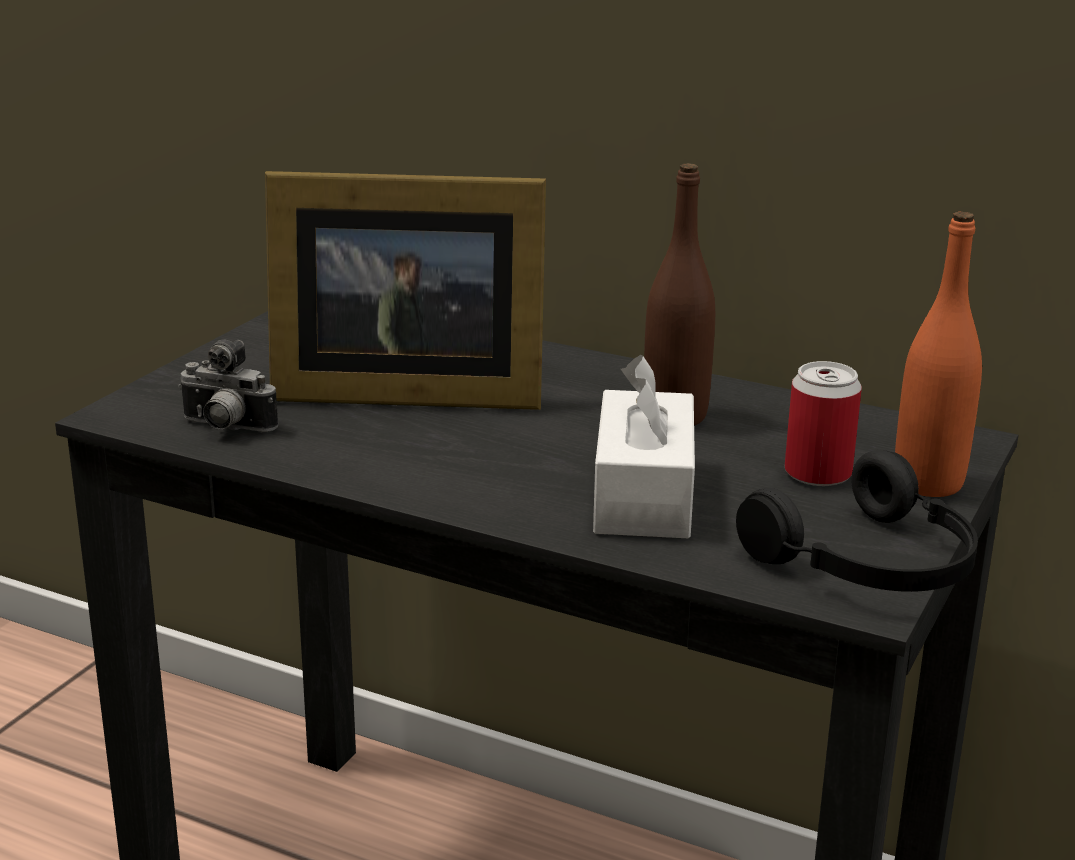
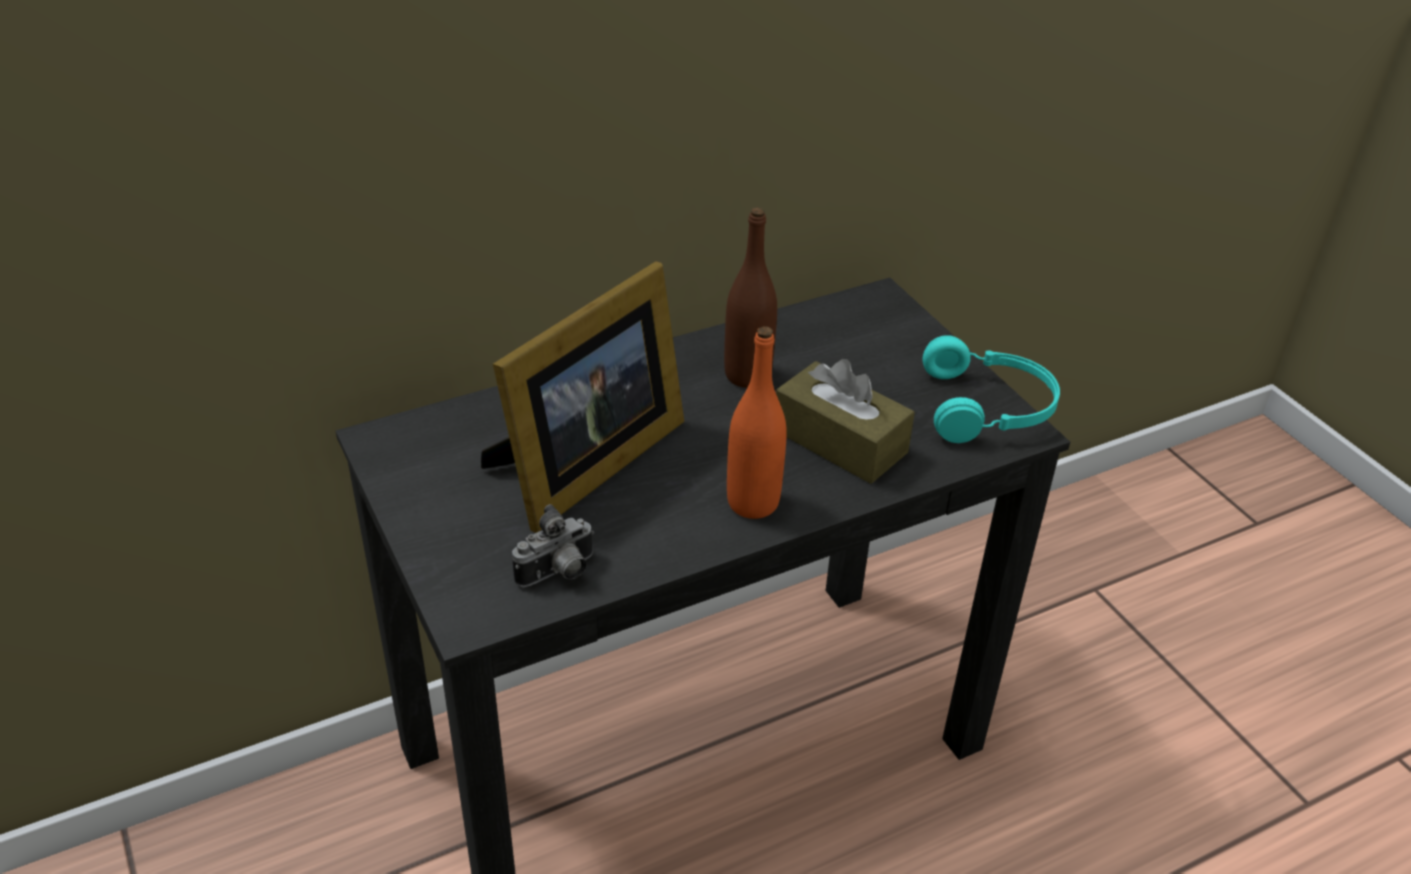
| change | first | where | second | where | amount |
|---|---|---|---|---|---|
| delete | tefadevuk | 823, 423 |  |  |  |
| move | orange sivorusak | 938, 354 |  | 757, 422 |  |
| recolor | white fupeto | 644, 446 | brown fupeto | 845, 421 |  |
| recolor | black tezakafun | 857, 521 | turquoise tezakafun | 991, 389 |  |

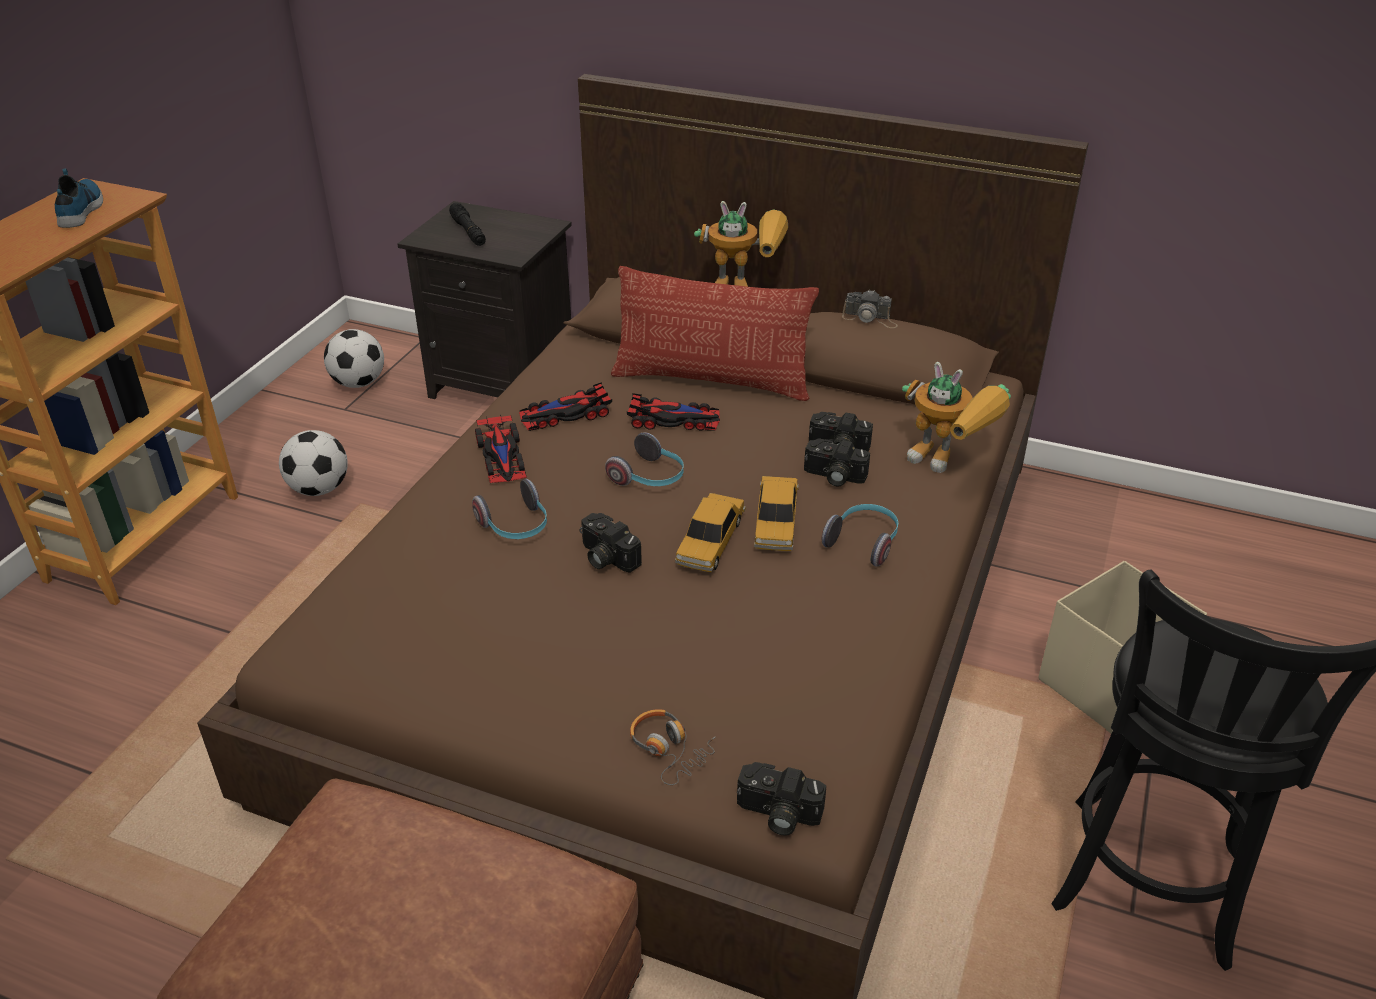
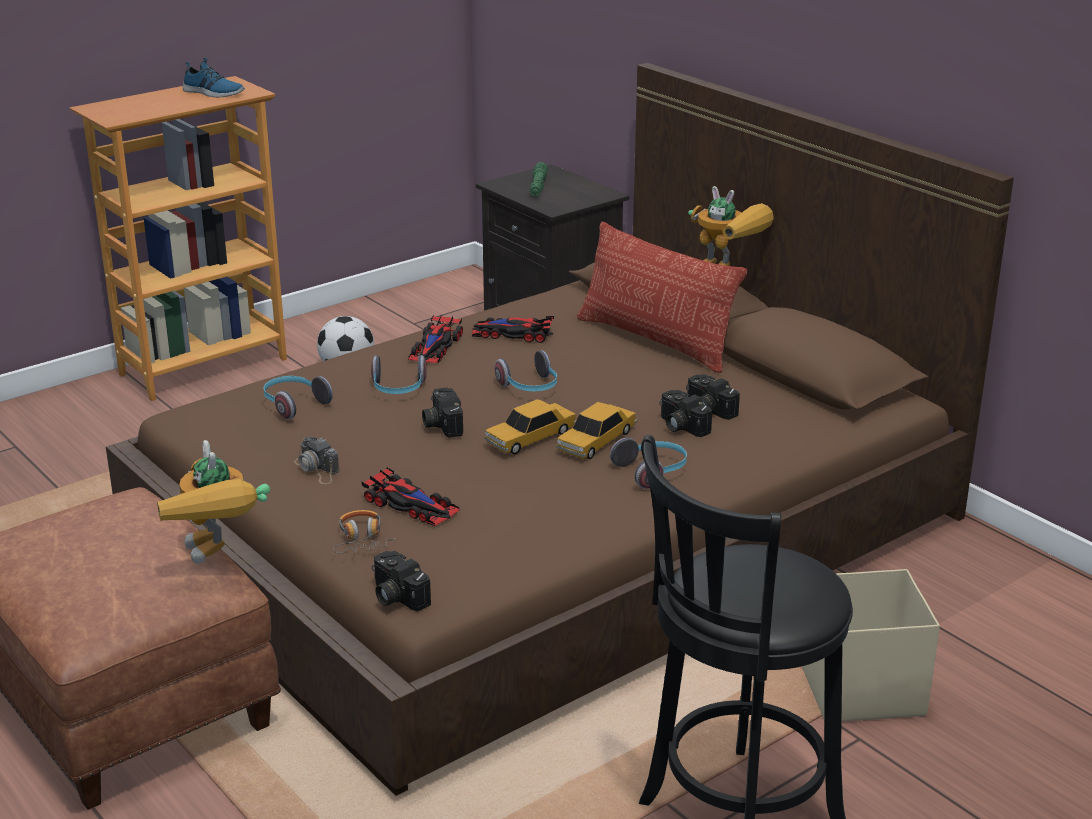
| change | first | where | second | where | amount |
|---|---|---|---|---|---|
| delete | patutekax | 354, 358 |  |  |  |
| insert |  |  | tezakafun | 298, 398 |  |
| move | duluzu | 673, 412 |  | 410, 496 |  |
| move | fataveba | 870, 308 |  | 316, 460 |  |
| move | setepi | 956, 417 |  | 213, 502 |  |
| recolor | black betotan | 467, 224 | green betotan | 539, 179 |  |
| rotate | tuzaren | 79, 198 |  | 214, 77 | 90 degrees clockwise |

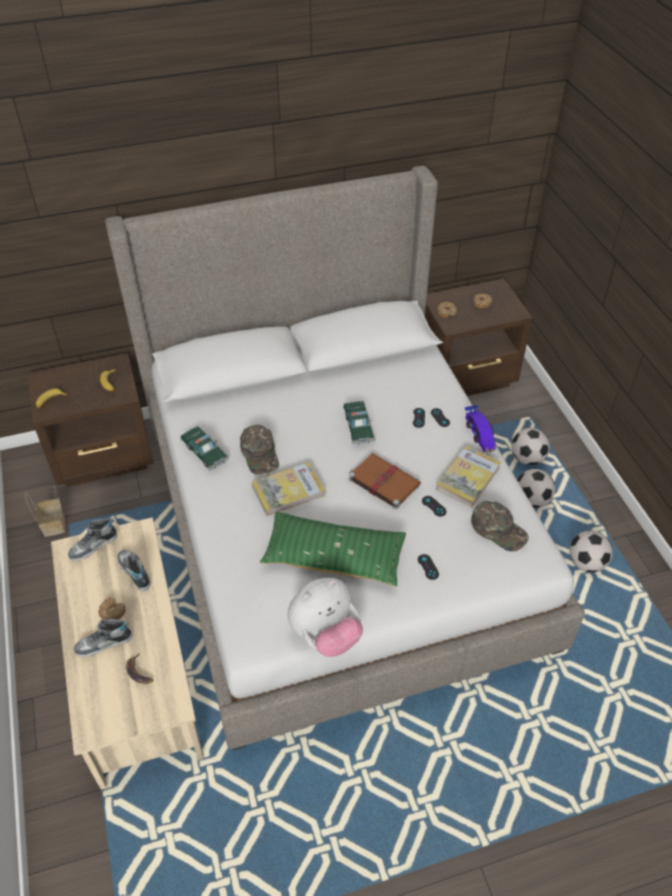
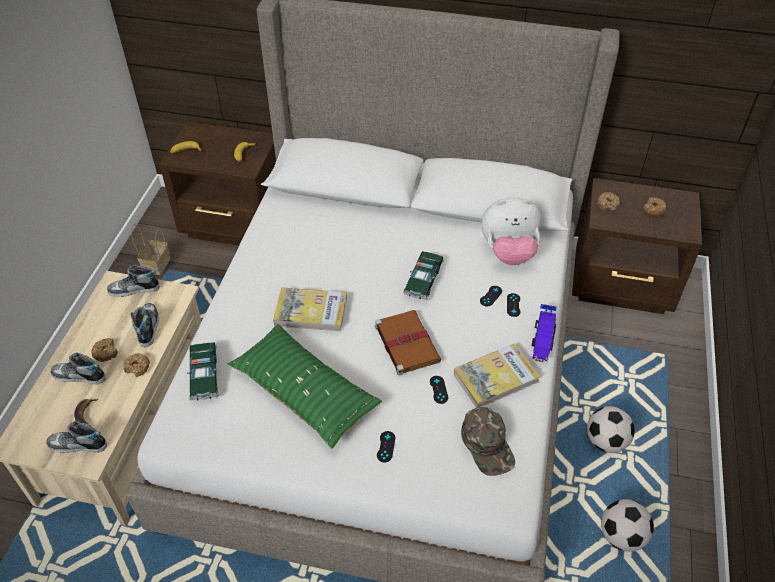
| change | first | where | second | where | amount |
|---|---|---|---|---|---|
| delete | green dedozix | 259, 449 |  |  |  |
| delete | patutekax | 531, 446 |  |  |  |
| insert |  |  | tuzaren | 76, 437 |  |
| insert |  |  | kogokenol | 136, 365 |  |
| move | duluzu | 204, 448 |  | 203, 371 |  |
| move | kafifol | 325, 617 |  | 511, 230 |  |

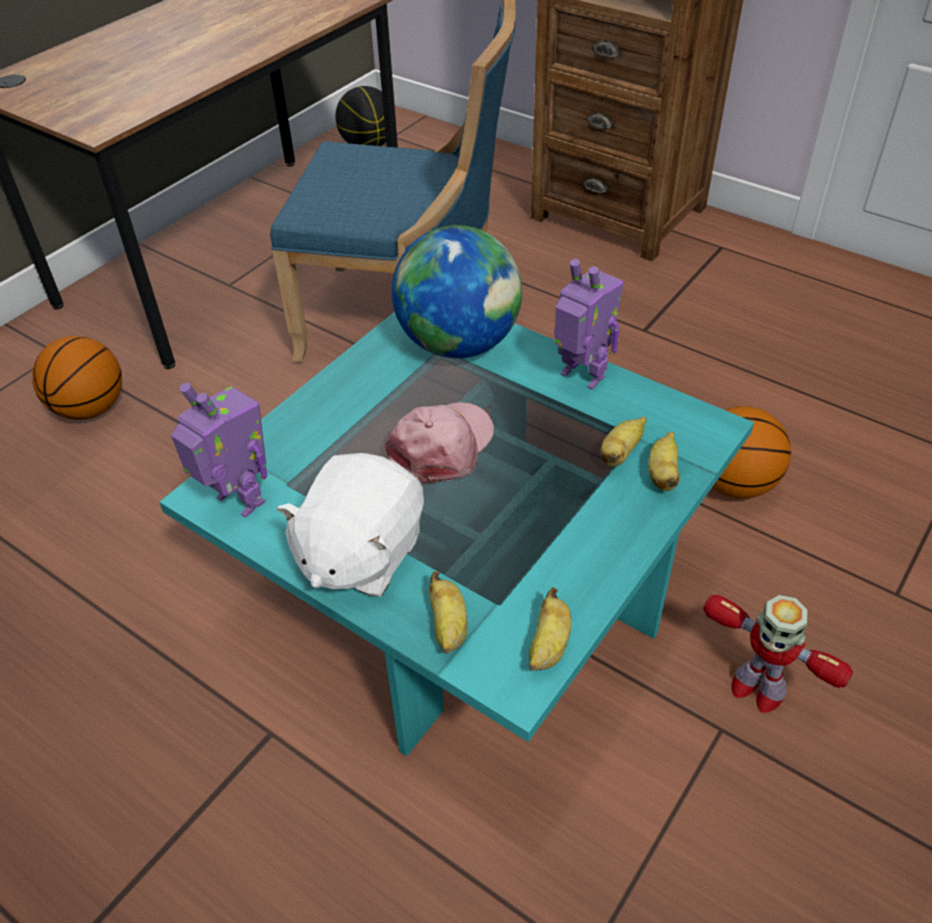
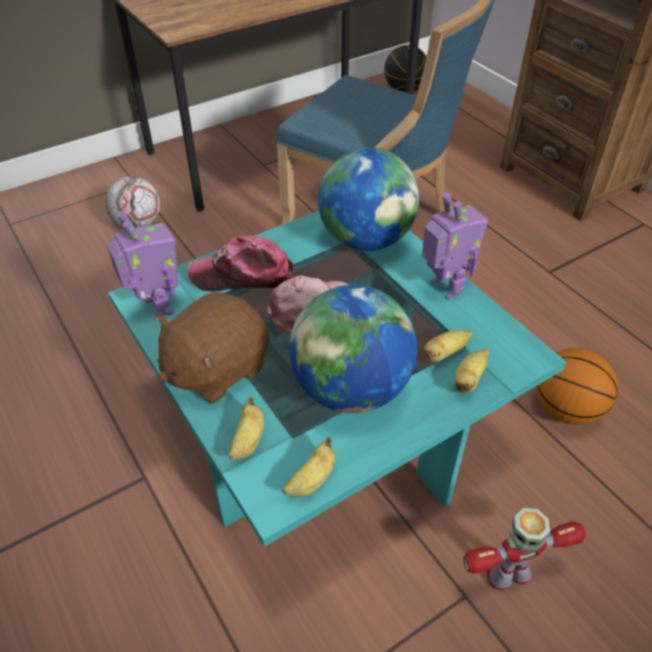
| change | first | where | second | where | amount |
|---|---|---|---|---|---|
| insert |  |  | dedozix | 240, 263 |  |
| insert |  |  | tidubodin | 353, 349 |  |
| replace | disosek | 77, 378 | patutekax | 132, 202 |  |
| recolor | white kafifol | 350, 525 | brown kafifol | 212, 348 |  |
| rotate | setepi | 778, 654 |  | 524, 549 | 105 degrees clockwise |

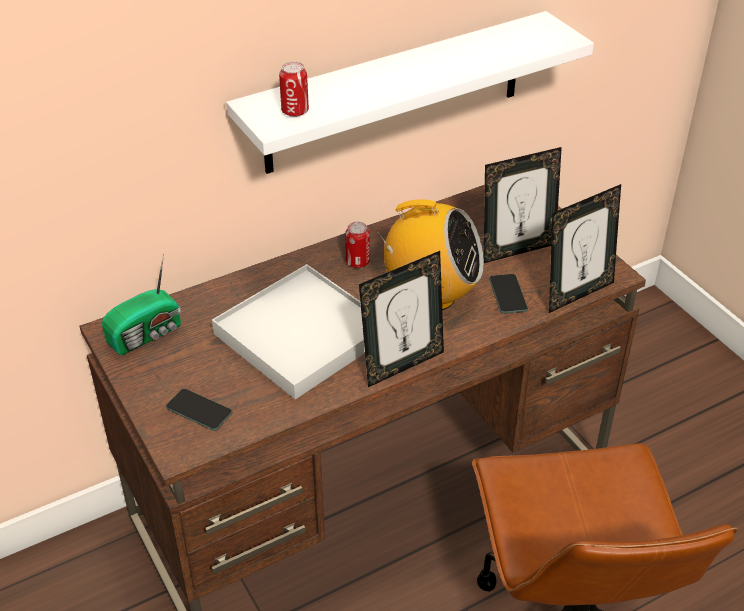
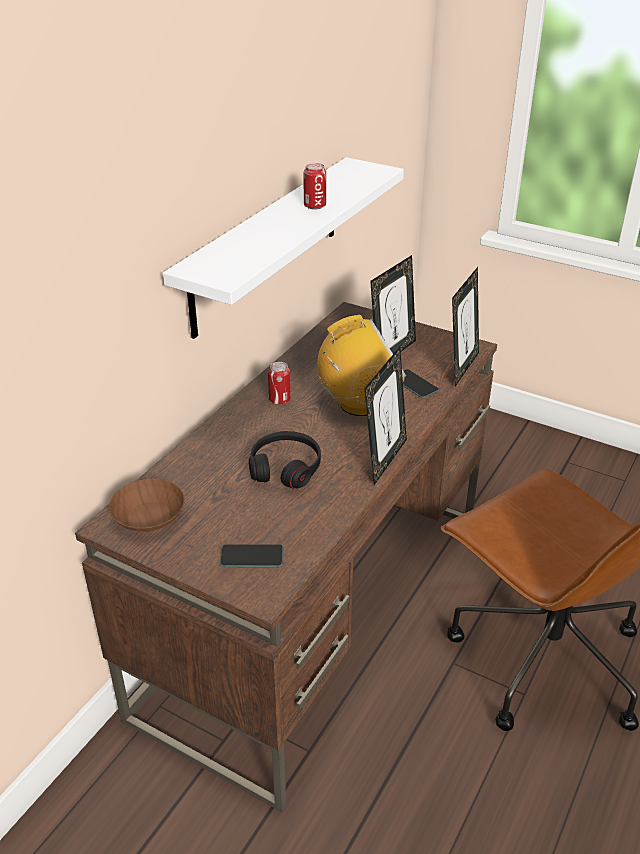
| change | first | where | second | where | amount |
|---|---|---|---|---|---|
| move | tefadevuk | 294, 89 |  | 315, 186 |  |
| replace | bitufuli | 141, 304 | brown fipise | 147, 505 |  |
| replace | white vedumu | 288, 331 | black tezakafun | 285, 459 |  |

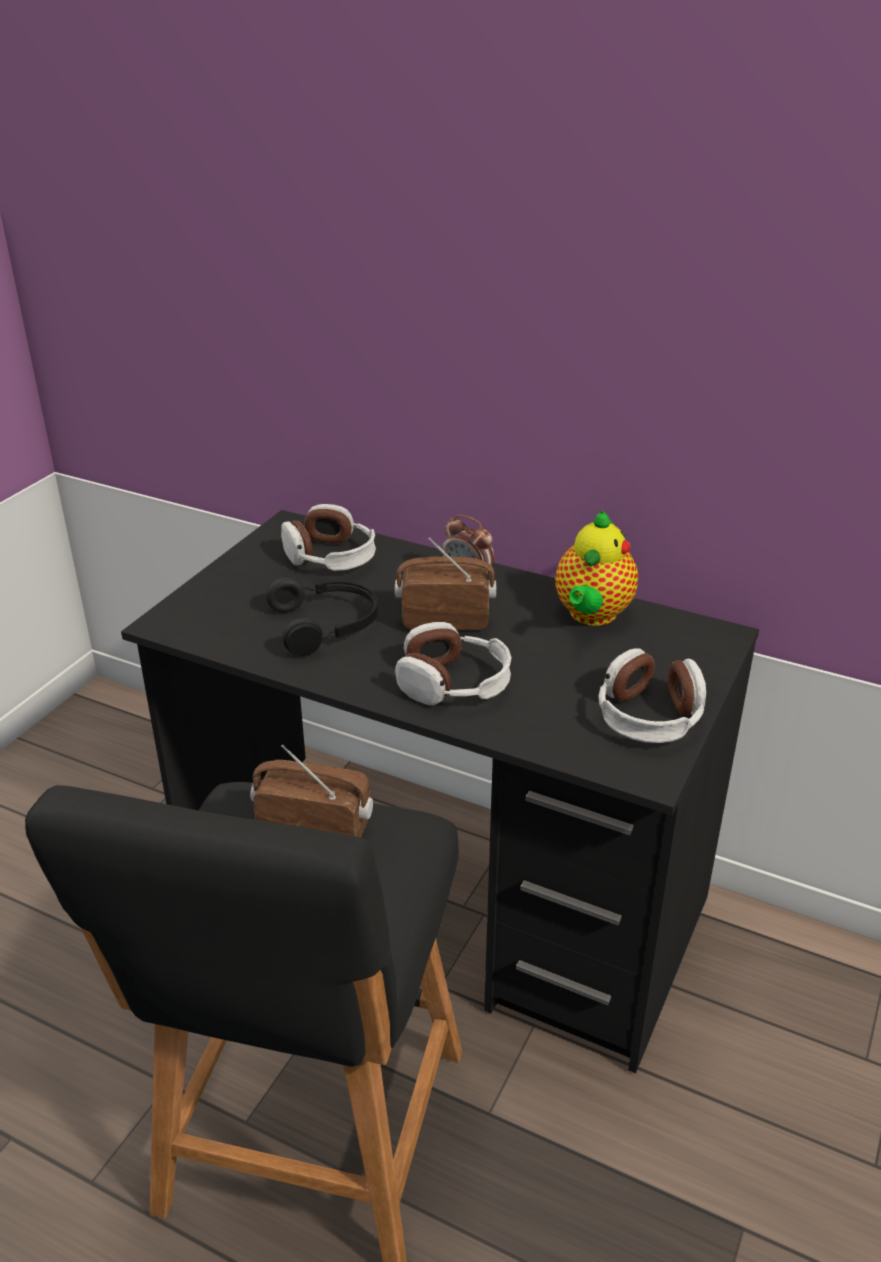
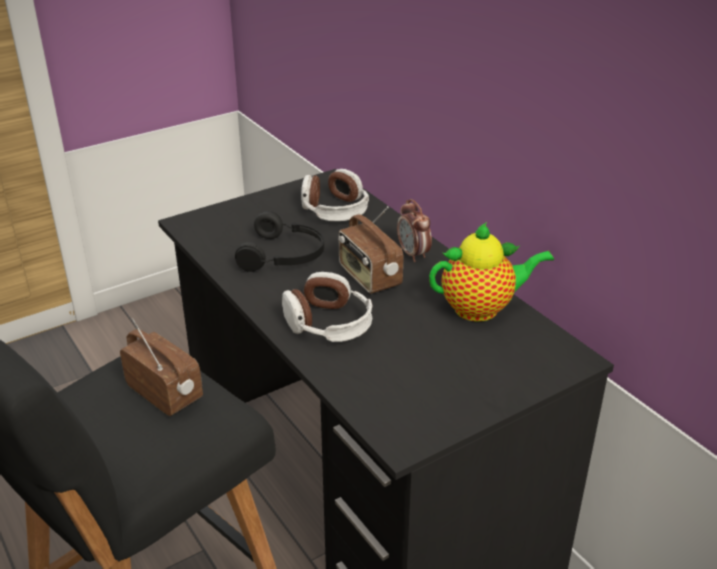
| change | first | where | second | where | amount |
|---|---|---|---|---|---|
| delete | tezakafun | 652, 695 |  |  |  |
| rotate | bitufuli | 445, 584 |  | 371, 250 | 150 degrees counterclockwise |
| rotate | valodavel | 596, 568 |  | 491, 272 | 150 degrees counterclockwise |

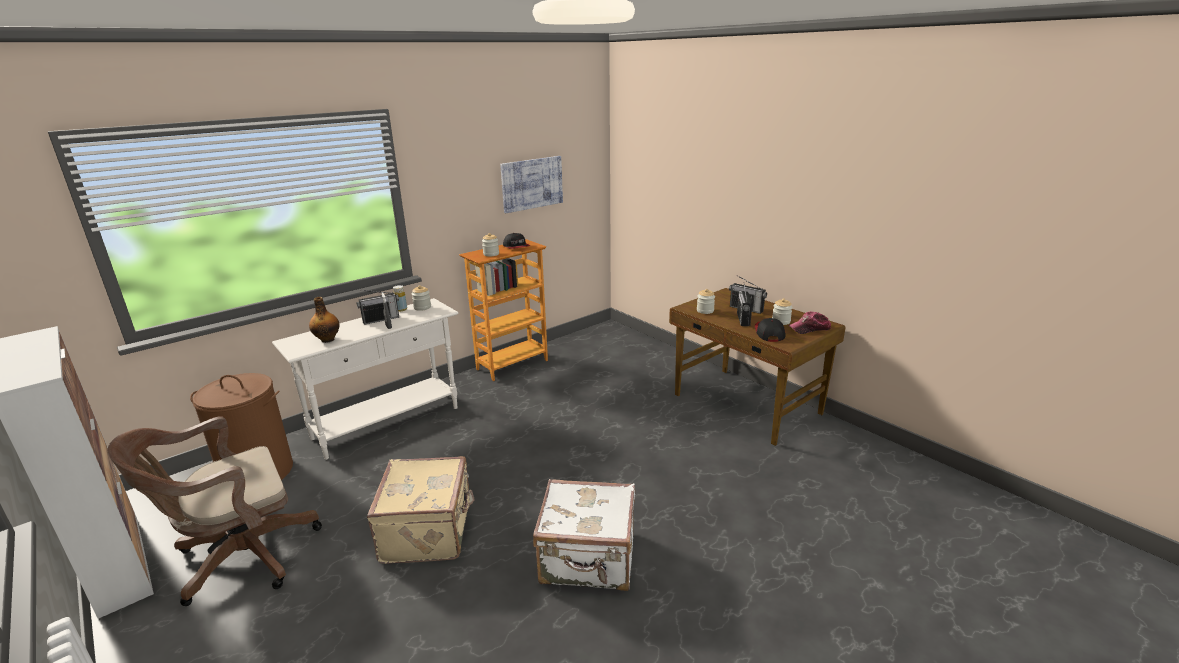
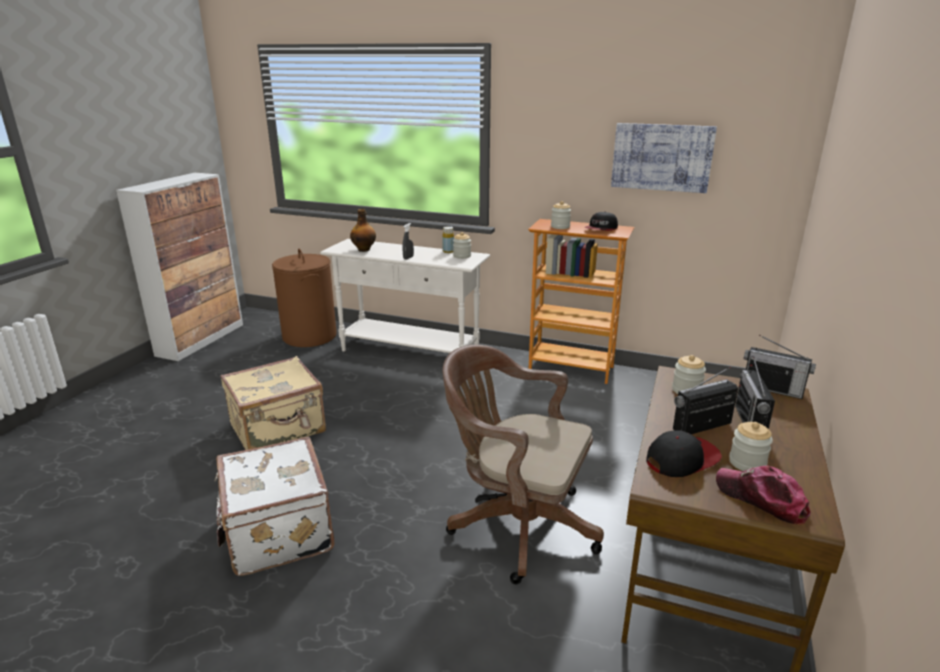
| change | first | where | second | where | amount |
|---|---|---|---|---|---|
| move | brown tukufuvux | 215, 511 |  | 523, 465 |  |
| move | bitufuli | 377, 307 |  | 780, 367 |  |

